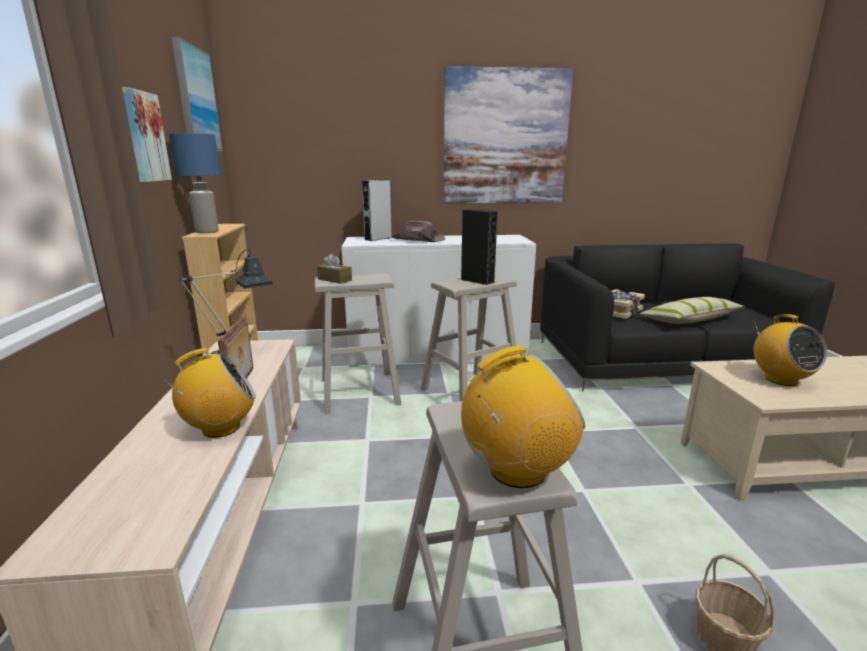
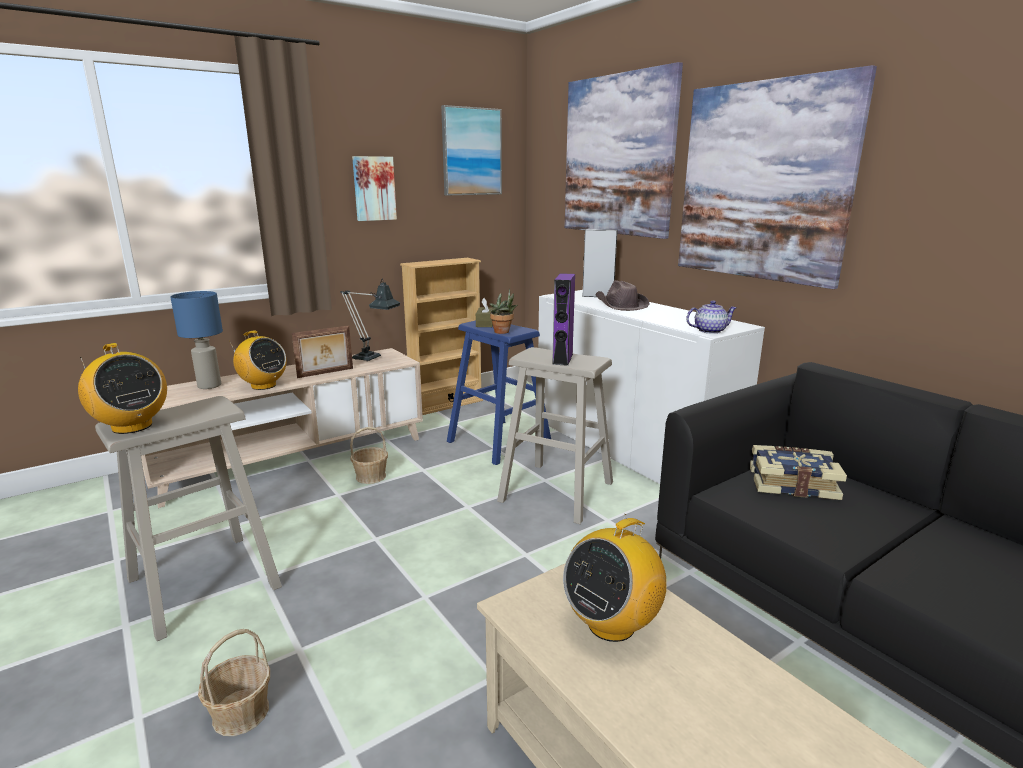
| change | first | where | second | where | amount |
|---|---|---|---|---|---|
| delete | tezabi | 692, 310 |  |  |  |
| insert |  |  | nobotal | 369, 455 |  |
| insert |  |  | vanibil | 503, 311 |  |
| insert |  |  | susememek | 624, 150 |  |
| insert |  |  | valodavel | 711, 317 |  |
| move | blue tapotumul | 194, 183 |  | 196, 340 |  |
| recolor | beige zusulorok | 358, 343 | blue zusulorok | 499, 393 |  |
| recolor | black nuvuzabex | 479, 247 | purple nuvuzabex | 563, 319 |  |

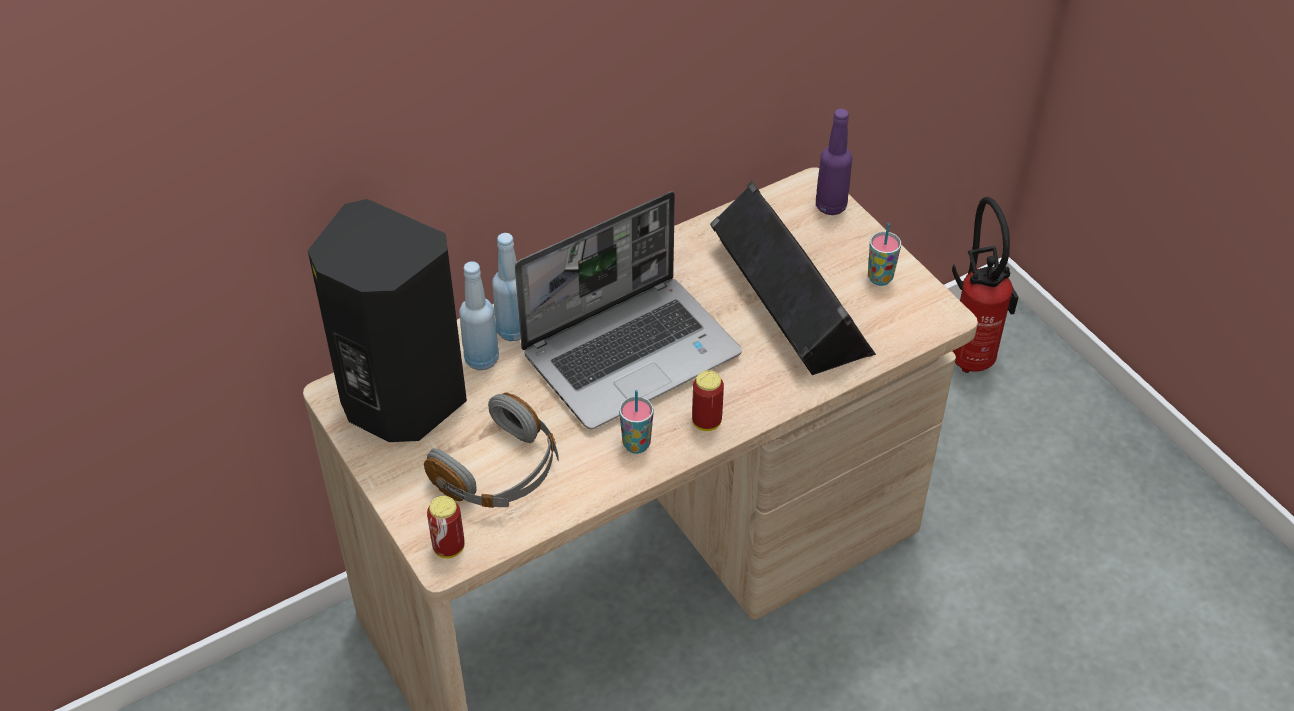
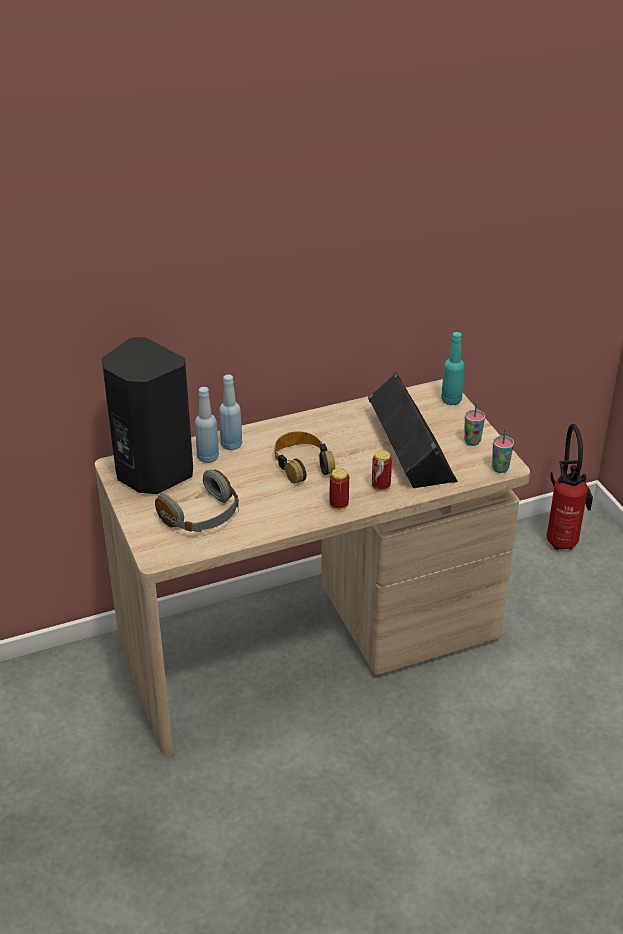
| change | first | where | second | where | amount |
|---|---|---|---|---|---|
| move | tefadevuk | 446, 527 |  | 382, 470 |  |
| move | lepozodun | 636, 422 |  | 503, 450 |  |
| replace | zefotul | 628, 310 | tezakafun | 305, 457 |  |
| recolor | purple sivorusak | 834, 162 | turquoise sivorusak | 453, 368 |  |

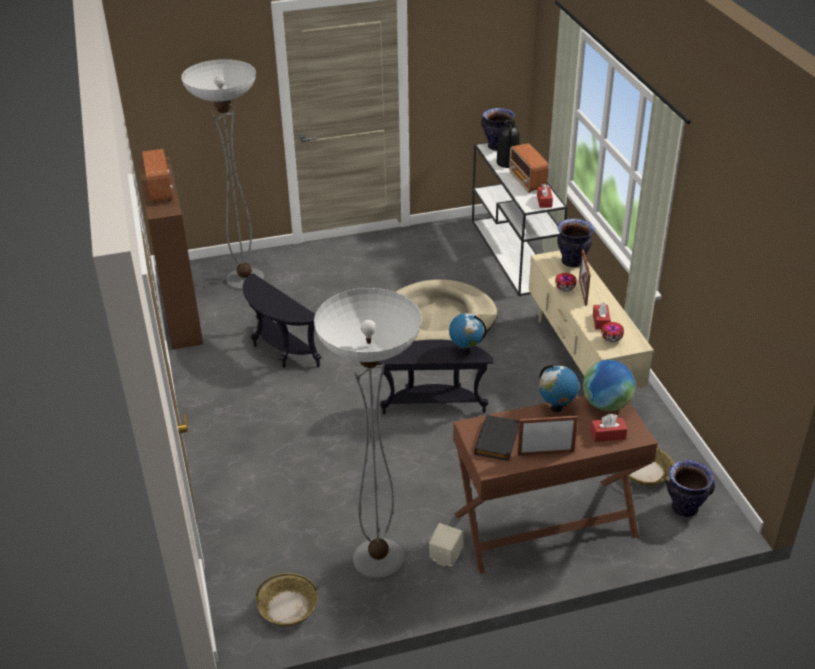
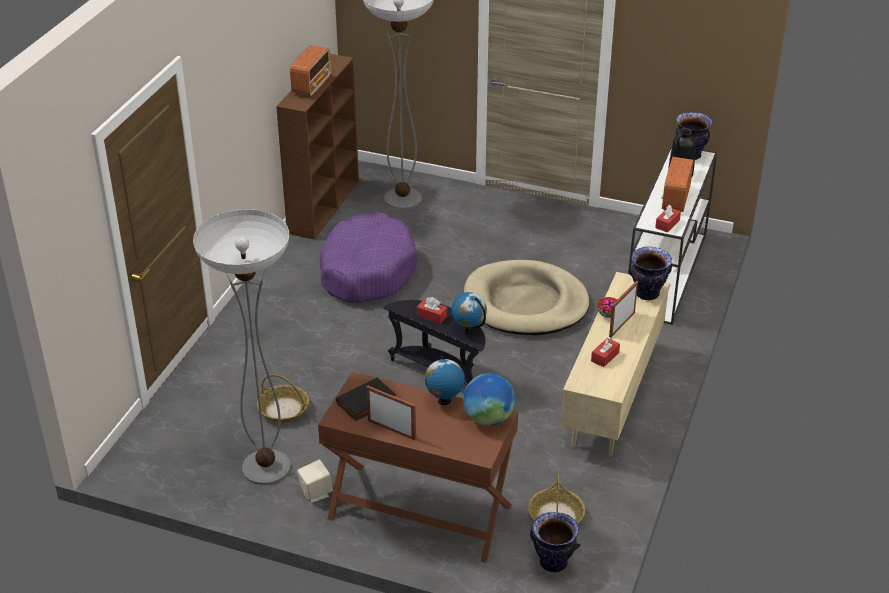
| change | first | where | second | where | amount |
|---|---|---|---|---|---|
| delete | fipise | 612, 332 |  |  |  |
| move | nobotal | 287, 600 |  | 283, 398 |  |
| move | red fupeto | 608, 428 |  | 432, 310 |  |
| replace | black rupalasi | 282, 320 | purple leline | 369, 257 |  |

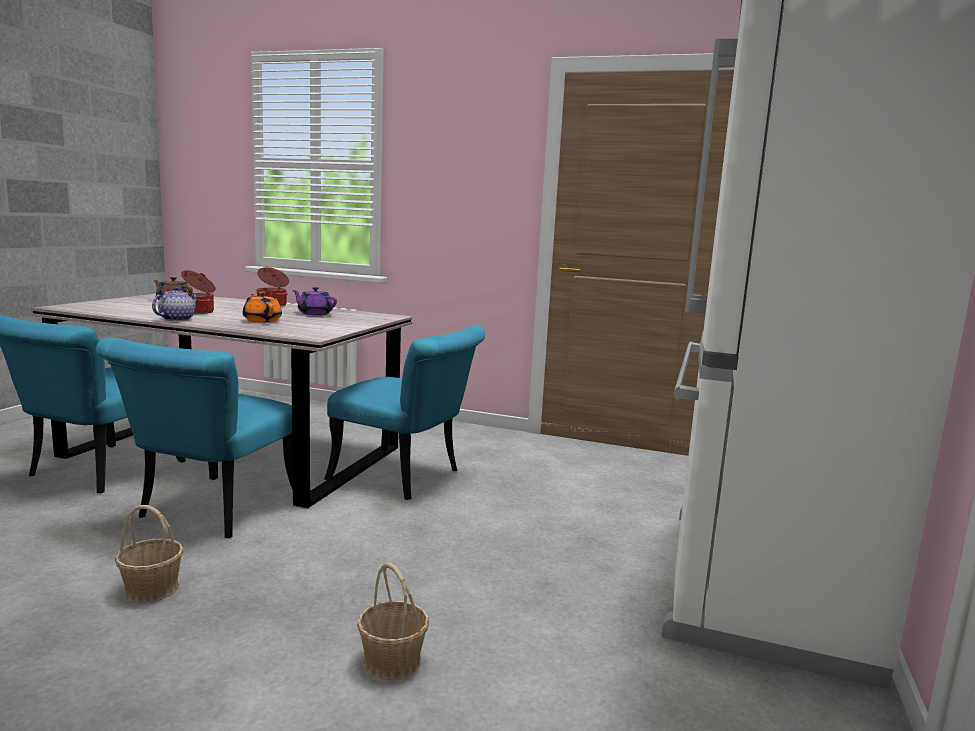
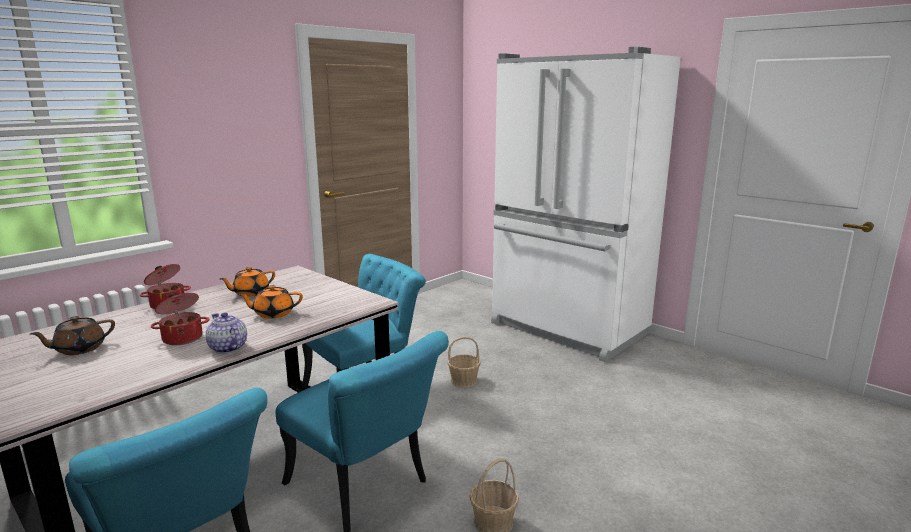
| change | first | where | second | where | amount |
|---|---|---|---|---|---|
| move | nobotal | 393, 621 |  | 464, 362 |  |
| recolor | purple valodavel | 314, 301 | orange valodavel | 247, 282 |  |

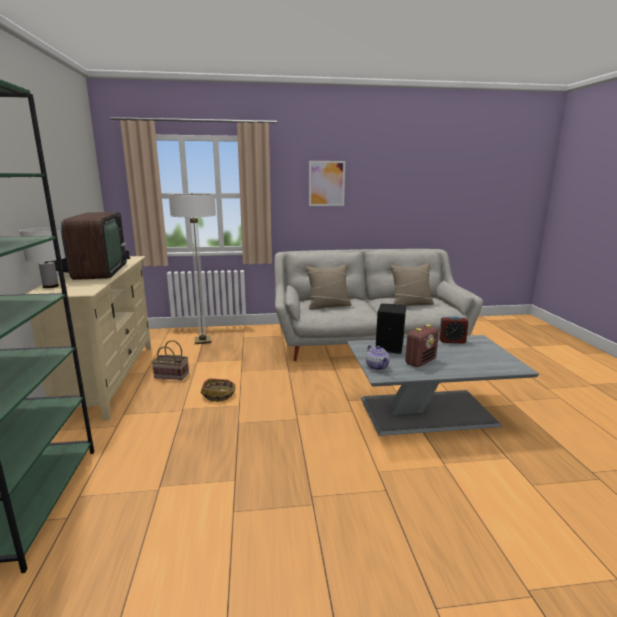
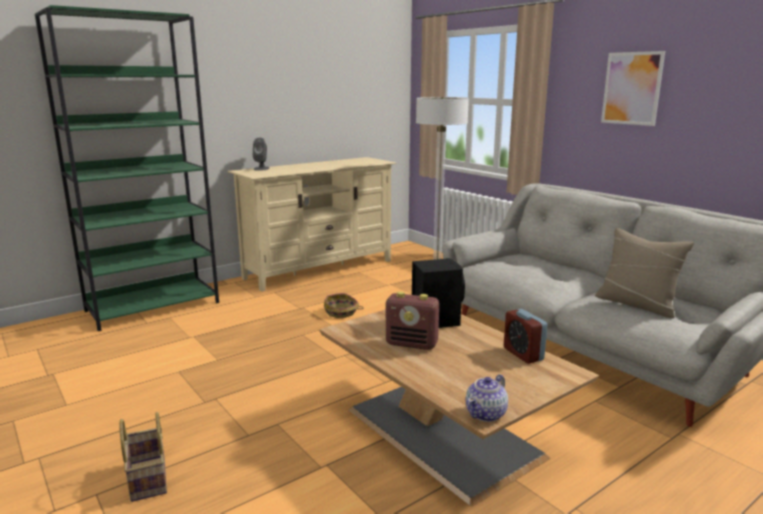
| change | first | where | second | where | amount |
|---|---|---|---|---|---|
| delete | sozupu | 89, 246 |  |  |  |
| delete | beige tezabi | 329, 287 |  |  |  |
| move | nobotal | 170, 360 |  | 143, 457 |  |
| move | valodavel | 378, 357 |  | 486, 398 |  |
| replace | white tapotumul | 42, 258 | grey nuvuzabex | 261, 154 |  |
| recolor | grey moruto | 443, 385 | brown moruto | 459, 407 |  |

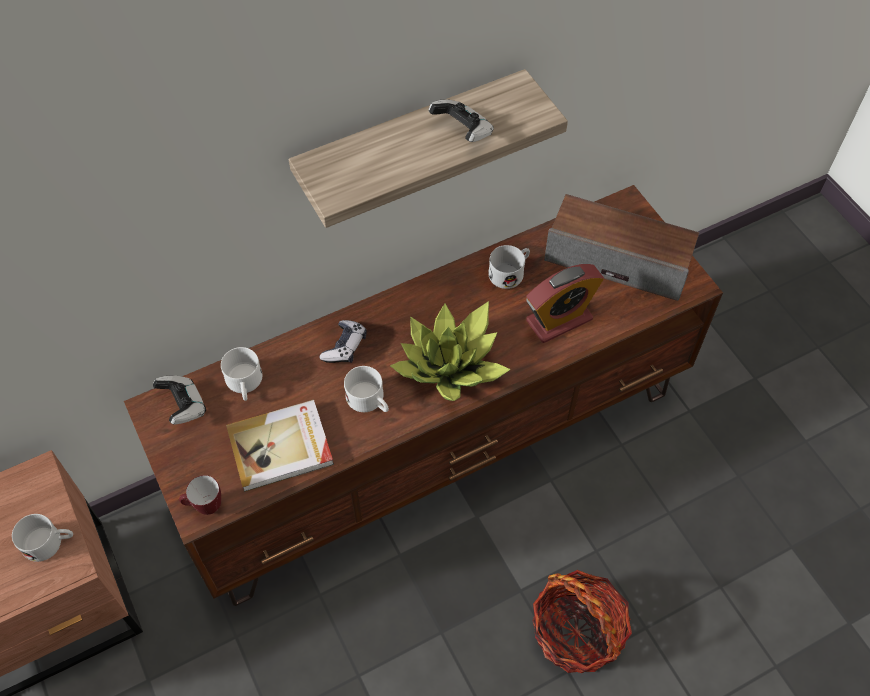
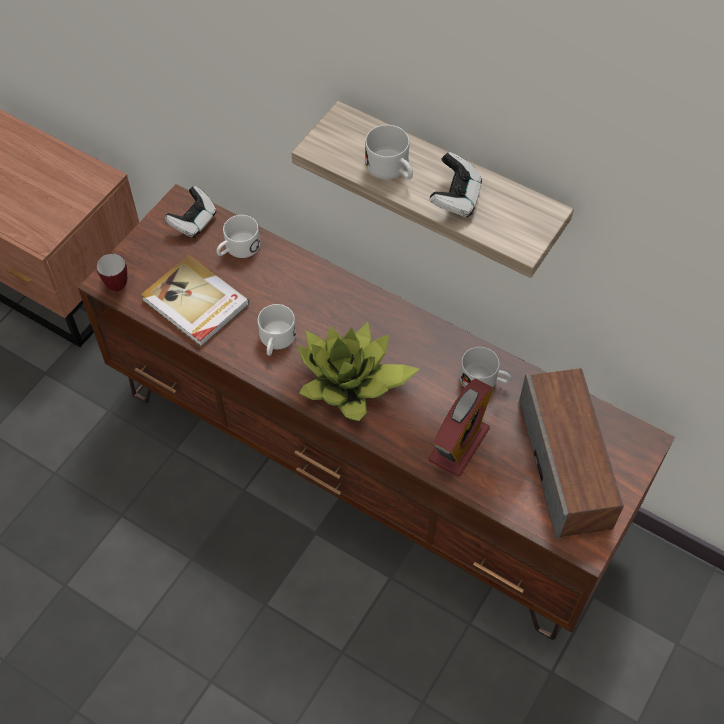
| change | first | where | second | where | amount |
|---|---|---|---|---|---|
| delete | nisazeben | 343, 341 |  |  |  |
| delete | nobotal | 582, 621 |  |  |  |
| move | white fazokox | 42, 538 |  | 389, 152 |  |
| rotate | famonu | 565, 303 |  | 461, 427 | 90 degrees counterclockwise |

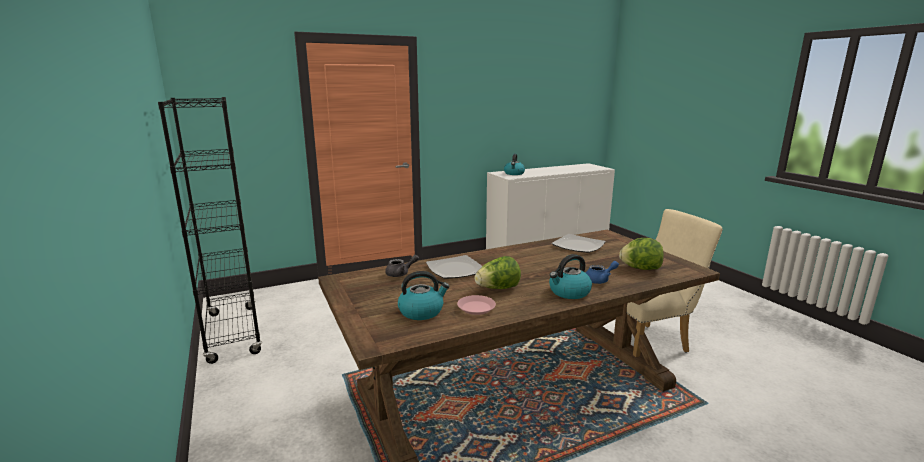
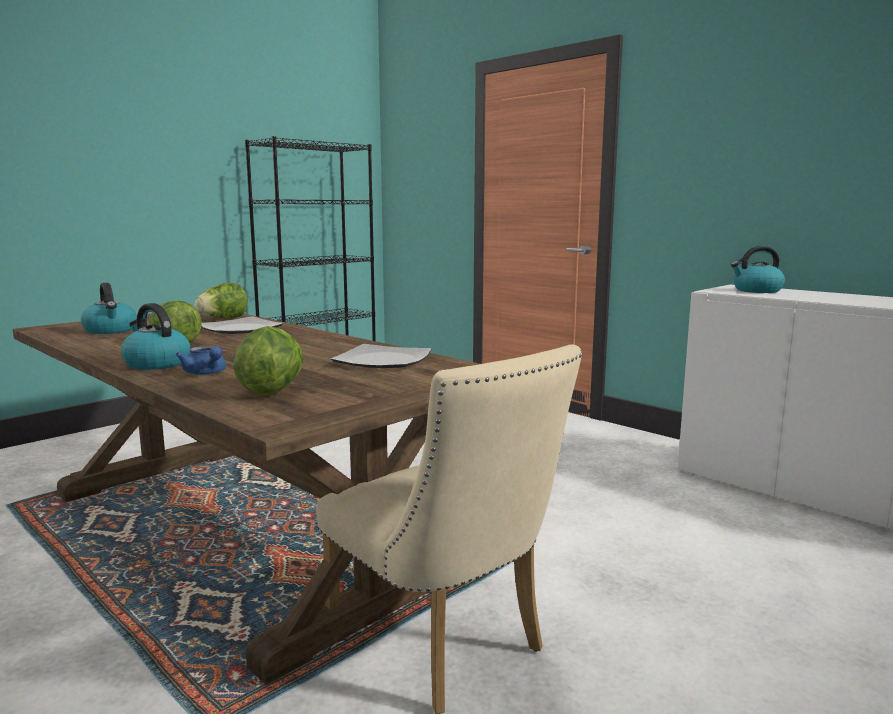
| change | first | where | second | where | amount |
|---|---|---|---|---|---|
| delete | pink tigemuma | 476, 305 |  |  |  |
| replace | grey valodavel | 402, 266 | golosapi | 221, 301 |  |

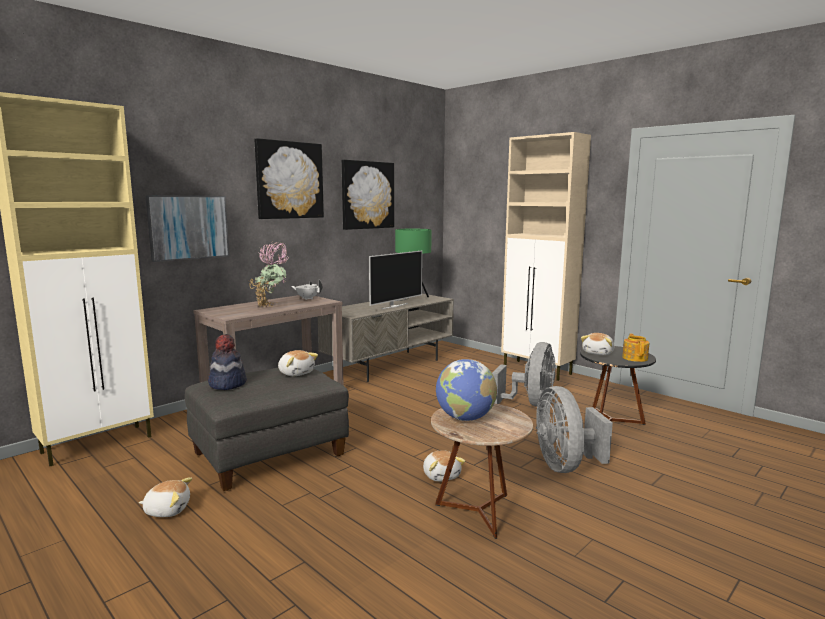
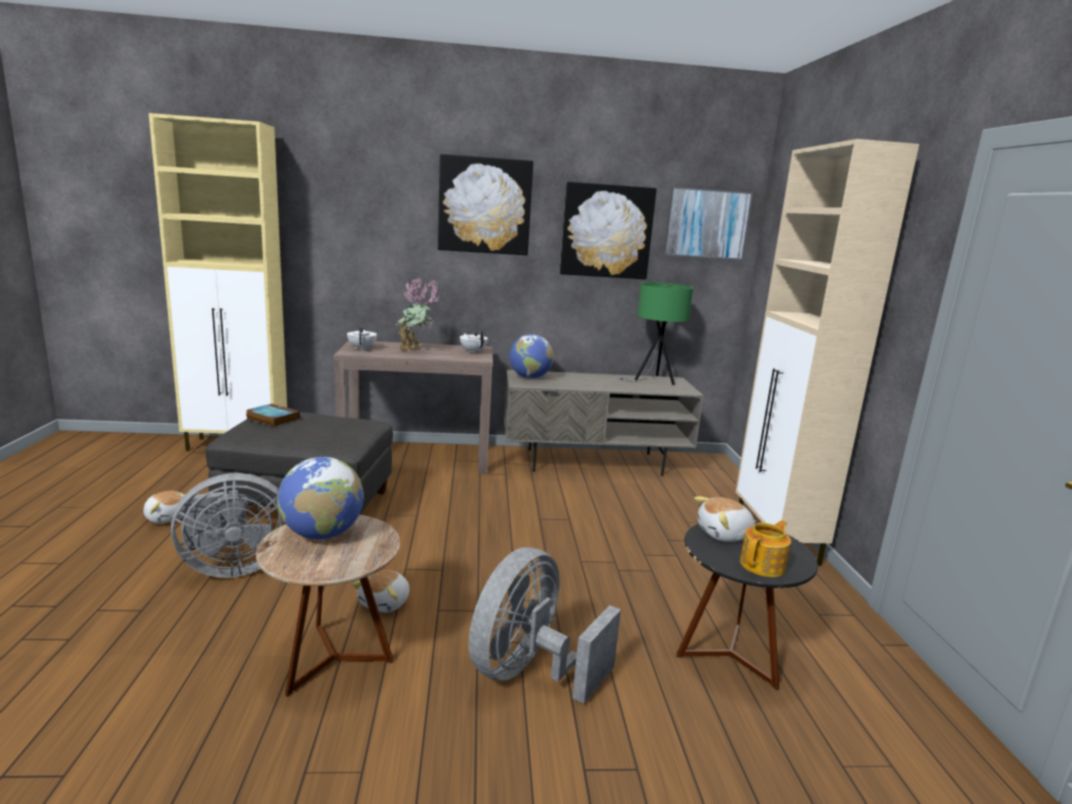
| change | first | where | second | where | amount |
|---|---|---|---|---|---|
| delete | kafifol | 298, 363 |  |  |  |
| delete | sozupu | 395, 280 |  |  |  |
| insert |  |  | white valodavel | 362, 338 |  |
| insert |  |  | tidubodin | 531, 356 |  |
| move | susememek | 187, 228 |  | 708, 223 |  |
| move | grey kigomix | 523, 374 |  | 226, 525 |  |
| replace | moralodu | 227, 362 | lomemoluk | 273, 415 |  |

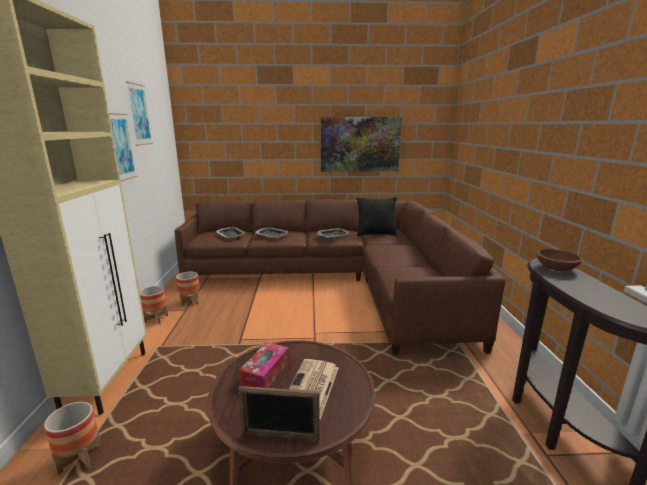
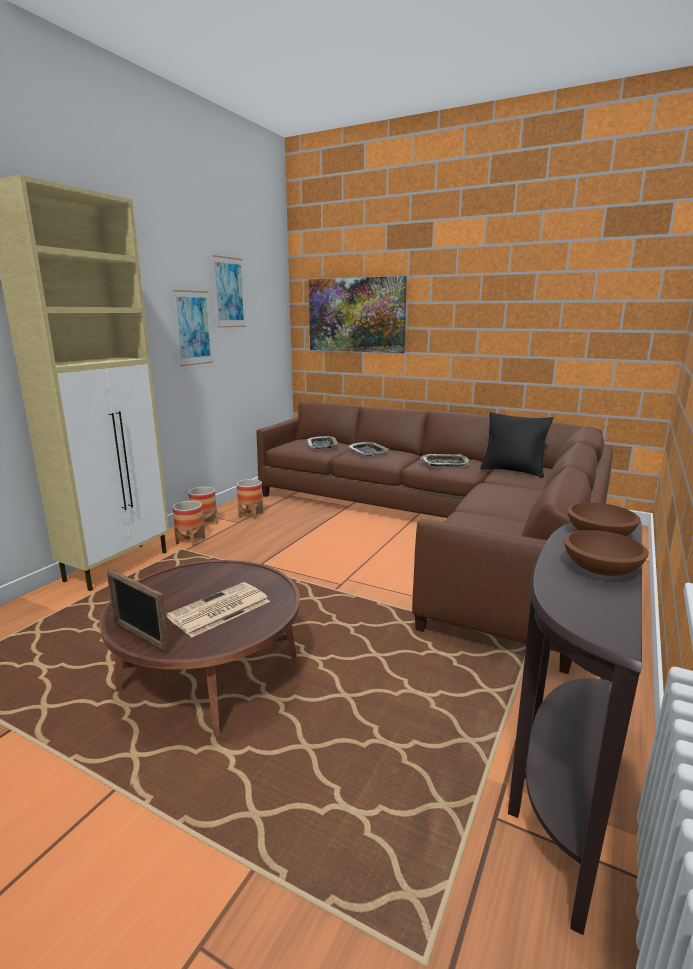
| change | first | where | second | where | amount |
|---|---|---|---|---|---|
| delete | fupeto | 264, 365 |  |  |  |
| insert |  |  | brown fipise | 606, 553 |  |
| move | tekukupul | 72, 438 |  | 189, 524 |  |
| move | susememek | 361, 144 |  | 358, 314 |  |

